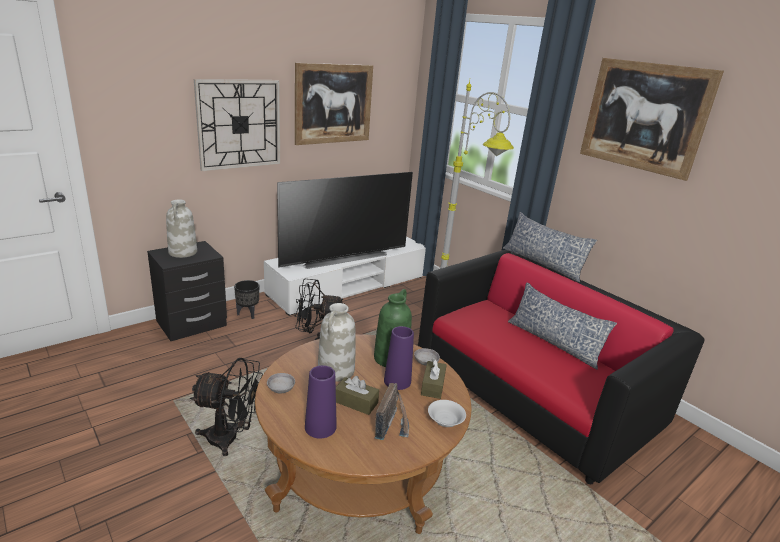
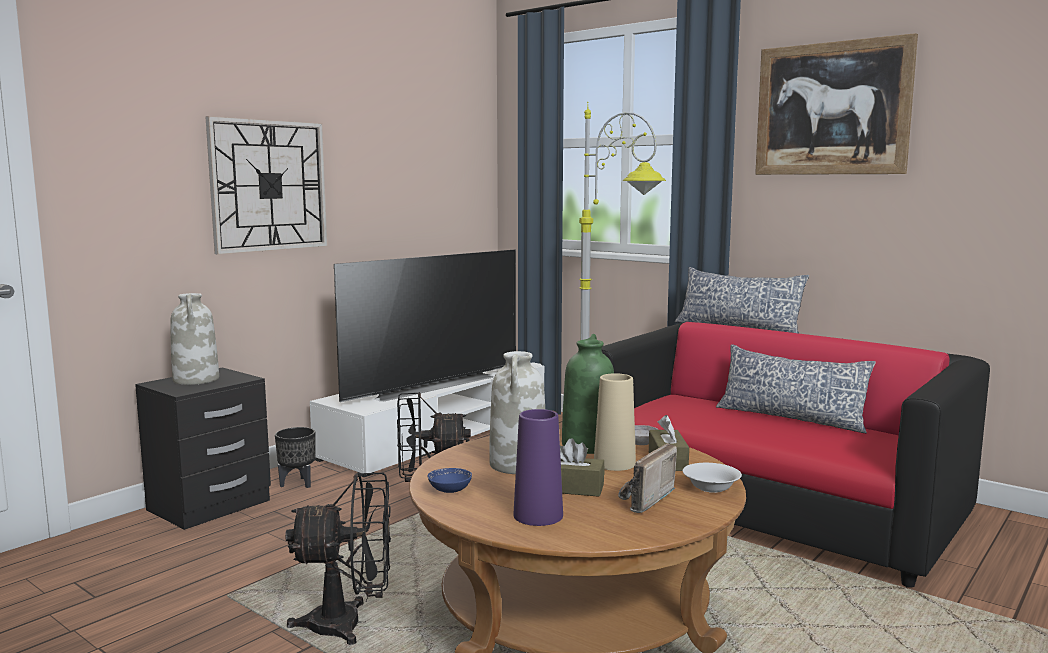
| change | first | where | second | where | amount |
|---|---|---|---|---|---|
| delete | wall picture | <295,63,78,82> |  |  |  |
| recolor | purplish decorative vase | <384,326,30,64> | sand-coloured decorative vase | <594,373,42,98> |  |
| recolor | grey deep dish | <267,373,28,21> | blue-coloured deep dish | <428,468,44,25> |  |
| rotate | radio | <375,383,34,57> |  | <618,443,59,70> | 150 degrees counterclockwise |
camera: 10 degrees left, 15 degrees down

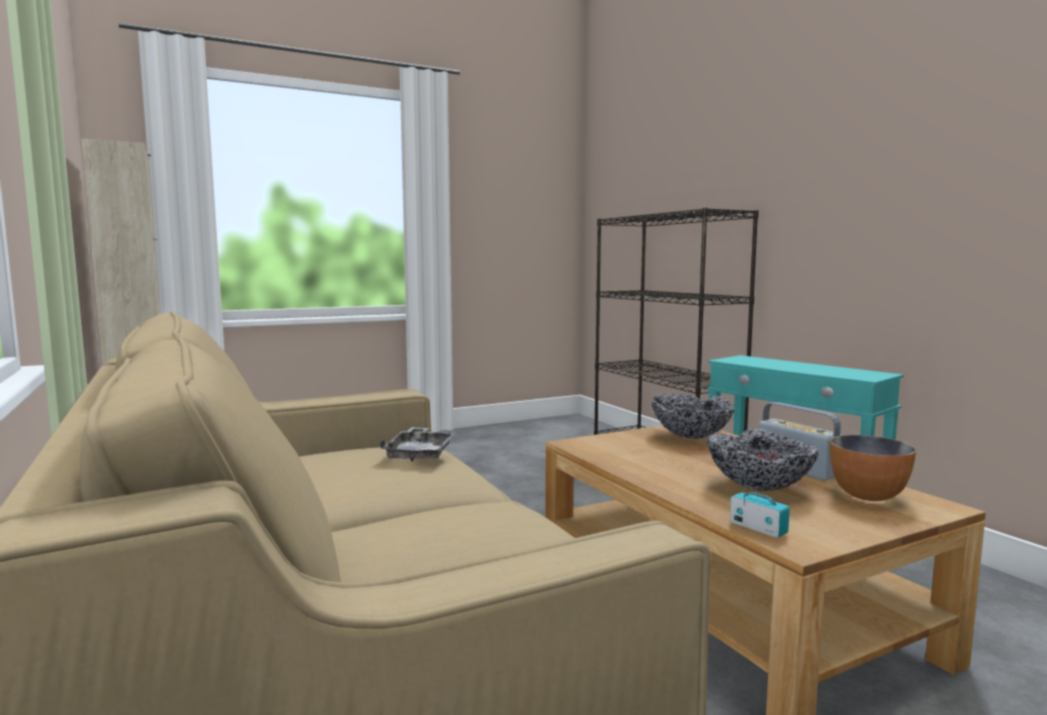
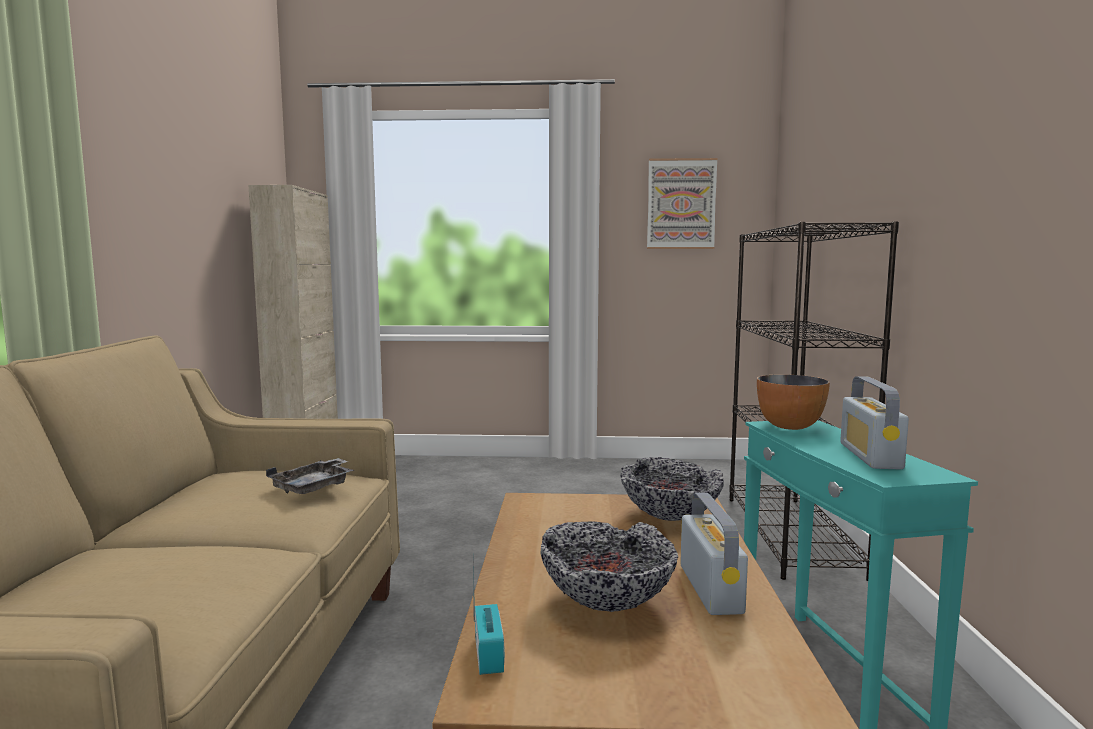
| change | first | where | second | where | amount |
|---|---|---|---|---|---|
| move | deep dish | <830,435,86,66> |  | <757,374,73,56> |  |
| insert |  |  | wall picture | <647,158,71,91> |  |
| insert |  |  | radio | <840,376,69,94> |  |
camera: 30 degrees right, 0 degrees up

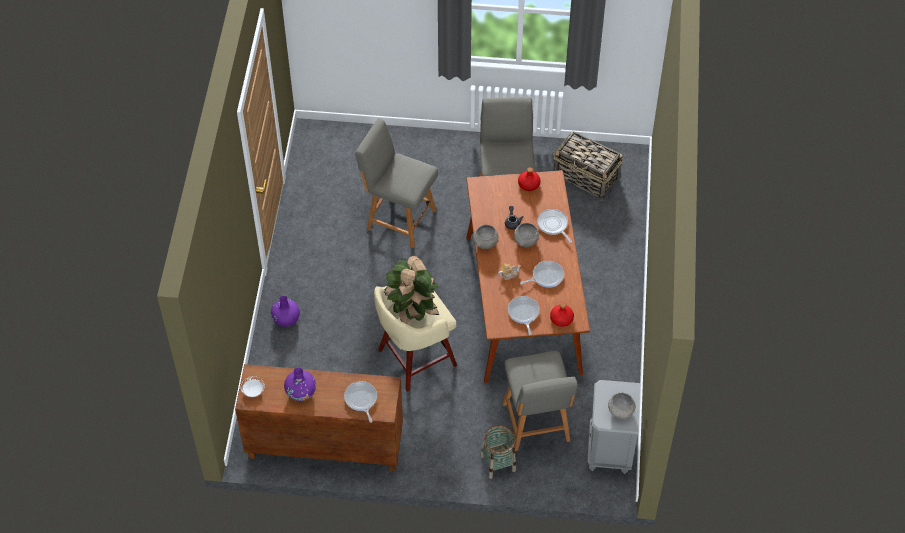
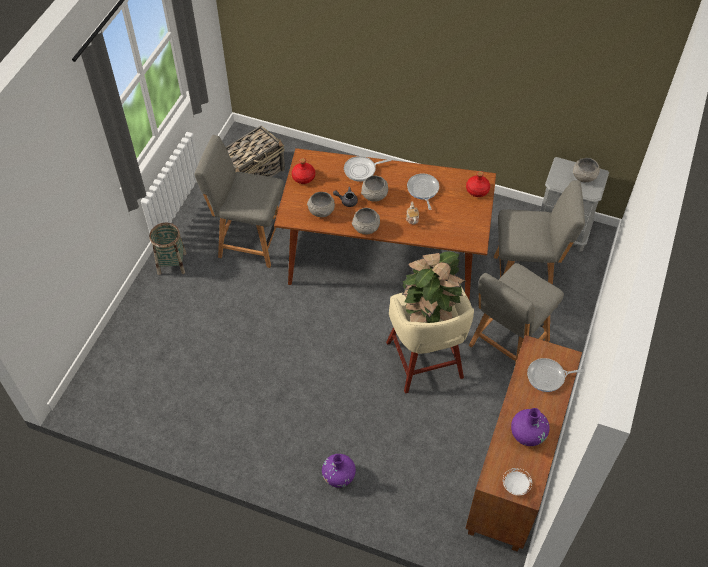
| change | first | where | second | where | amount |
|---|---|---|---|---|---|
| move | grey plain chair | <355,118,83,130> |  | <469,263,95,102> |  |
| delete | pan | <508,296,32,39> |  |  |  |
| move | basket | <481,425,35,54> |  | <149,223,38,52> |  |
| insert |  |  | grey deep dish | <307,192,28,25> |  |
camera: 75 degrees left, 0 degrees up

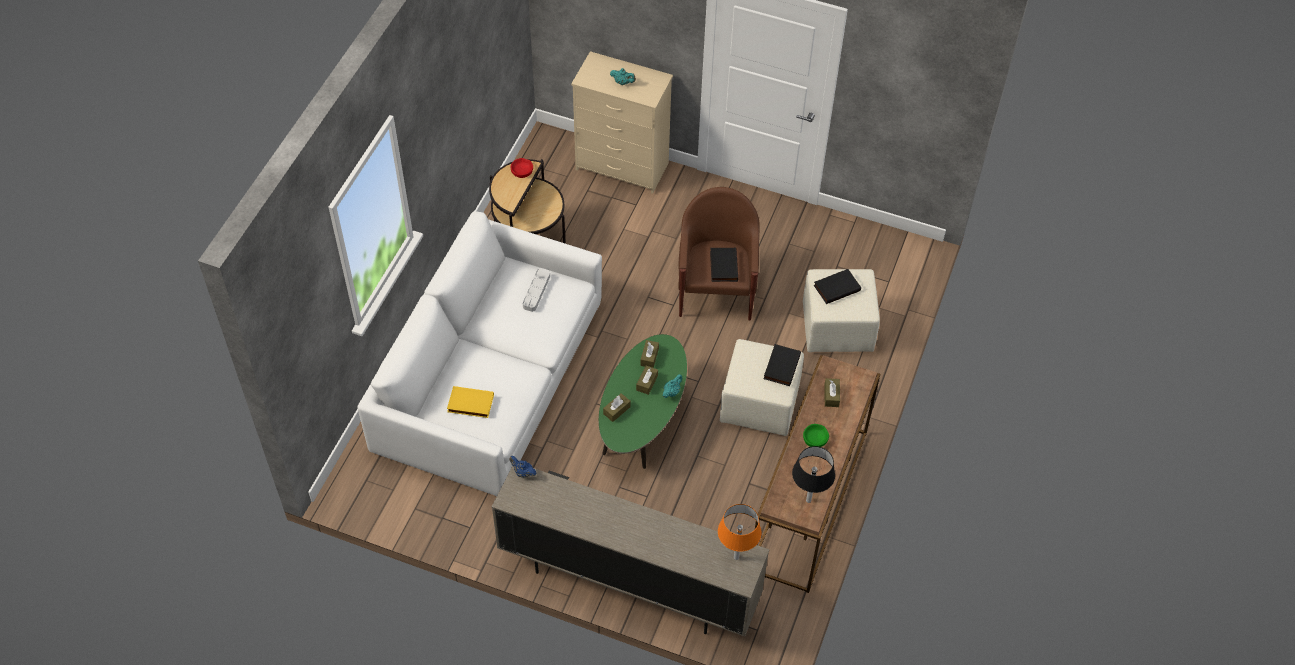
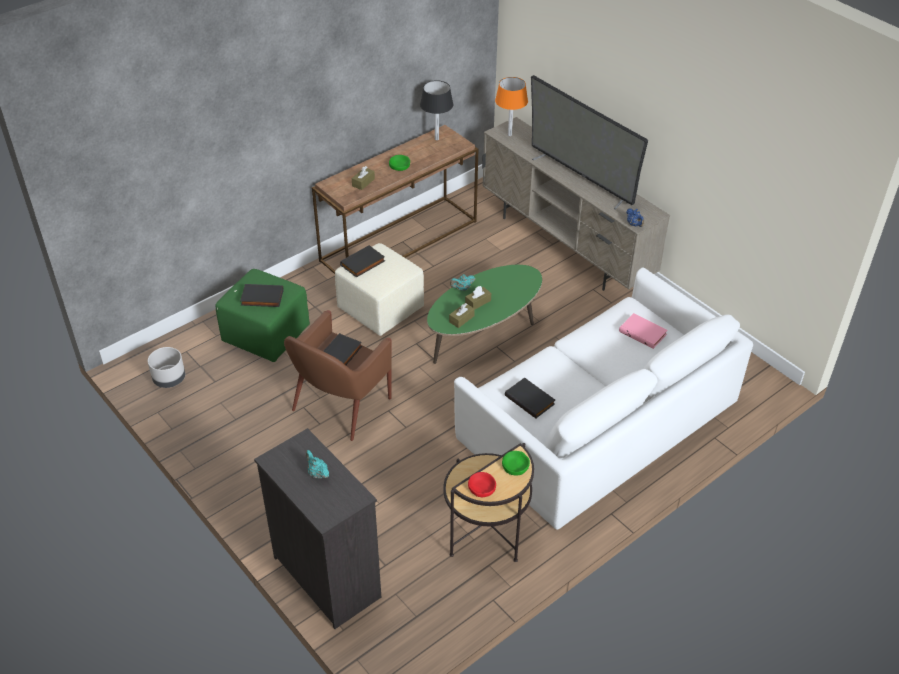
| change | first | where | second | where | amount |
|---|---|---|---|---|---|
| recolor | sand-coloured dresser | <571,51,102,143> | blackish dresser | <254,428,127,201> |  |
| replace | grey carrying tray | <523,268,27,44> | blackish bound book | <505,378,50,40> |  |
| recolor | sand-coloured footrest | <803,269,77,83> | greenish footrest | <215,269,95,93> |  |
| recolor | yellow-coloured bound book | <447,386,47,32> | pink bound book | <619,313,49,36> |  |
| delete | brownish tissue box | <603,393,28,29> |  |  |  |
| insert |  |  | TV set | <531,75,117,135> |  |
| insert |  |  | grey planter | <148,347,37,41> |  |
| insert |  |  | greenish deep dish | <502,451,28,24> |  |
camera: 150 degrees left, 10 degrees down

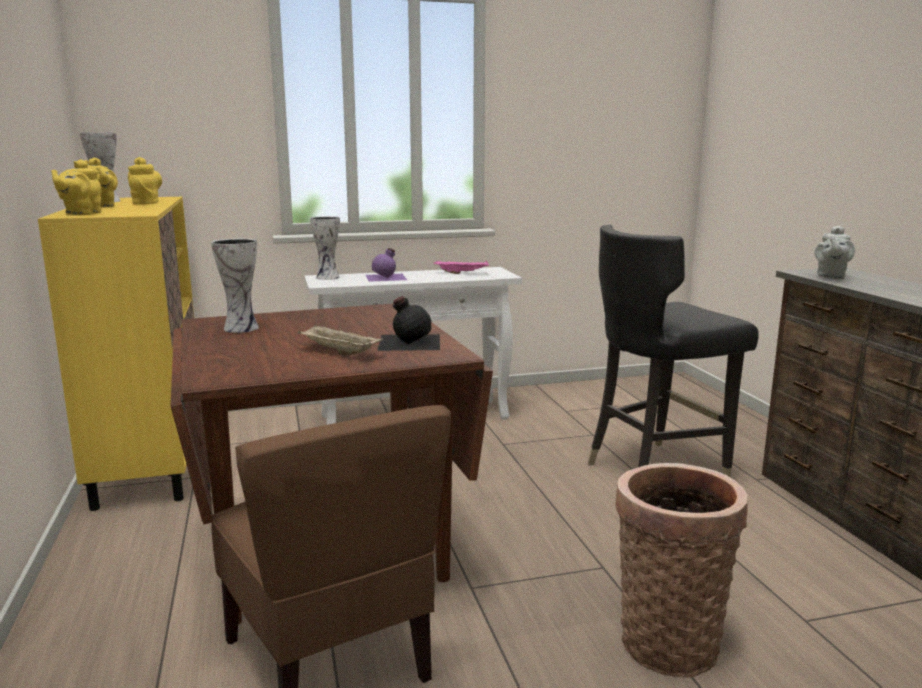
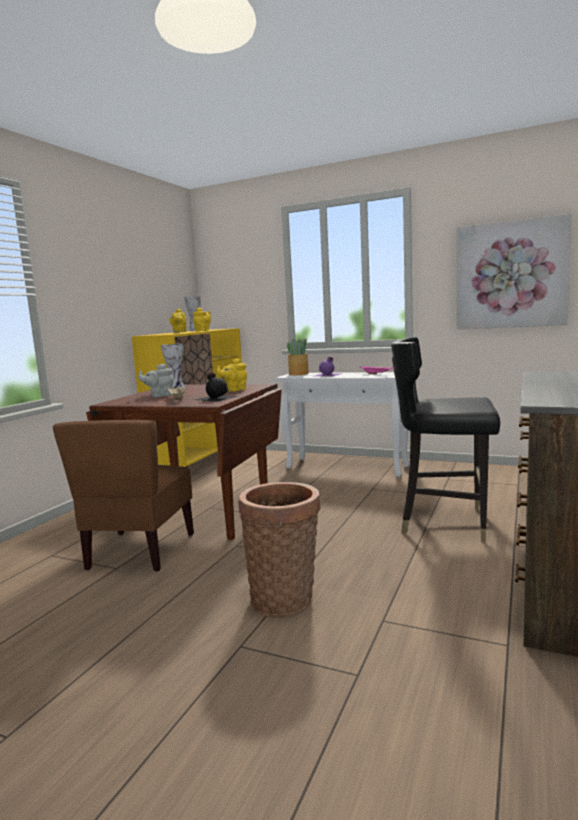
| change | first | where | second | where | amount |
|---|---|---|---|---|---|
| move | yellow-coloured tea pot | <51,159,50,56> |  | <217,358,30,34> |  |
| replace | decorative vase | <310,216,30,64> | potted plant | <286,338,23,37> |  |
| move | grey tea pot | <814,225,41,54> |  | <138,364,36,33> |  |
| insert |  |  | wall picture | <457,214,115,115> |  |
camera: 40 degrees right, 5 degrees down

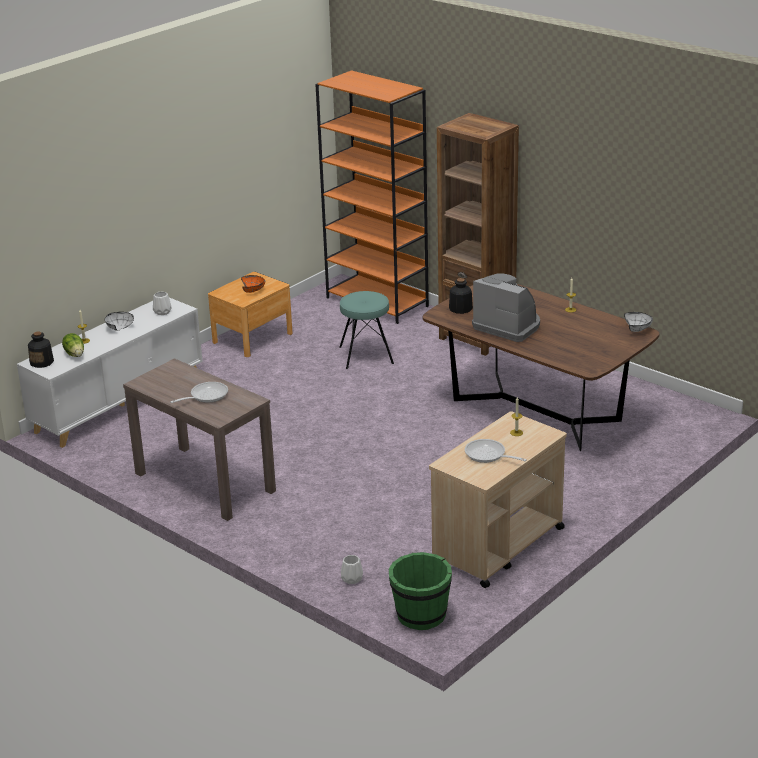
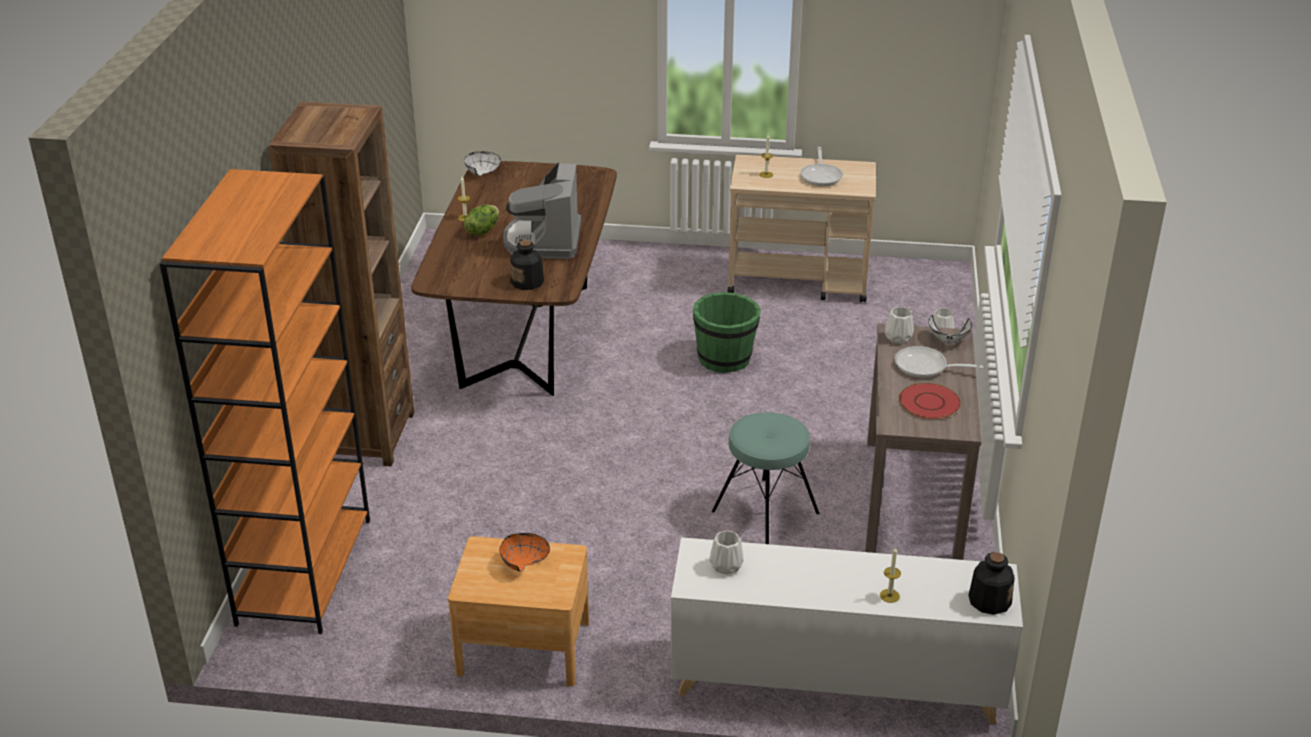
| change | first | where | second | where | amount |
|---|---|---|---|---|---|
| move | turquoise stool seat | <339,291,55,78> |  | <712,412,108,132> |  |
| move | white-coloured deep dish | <105,312,29,19> |  | <928,315,44,29> |  |
| move | lettuce head | <62,333,22,24> |  | <464,204,35,32> |  |
| move | greenish pail | <389,552,63,78> |  | <693,292,68,81> |  |
| insert |  |  | white-coloured decorative vase | <885,307,29,37> |  |
| insert |  |  | red flat dish | <899,383,62,36> |  |
camera: 125 degrees left, 5 degrees up

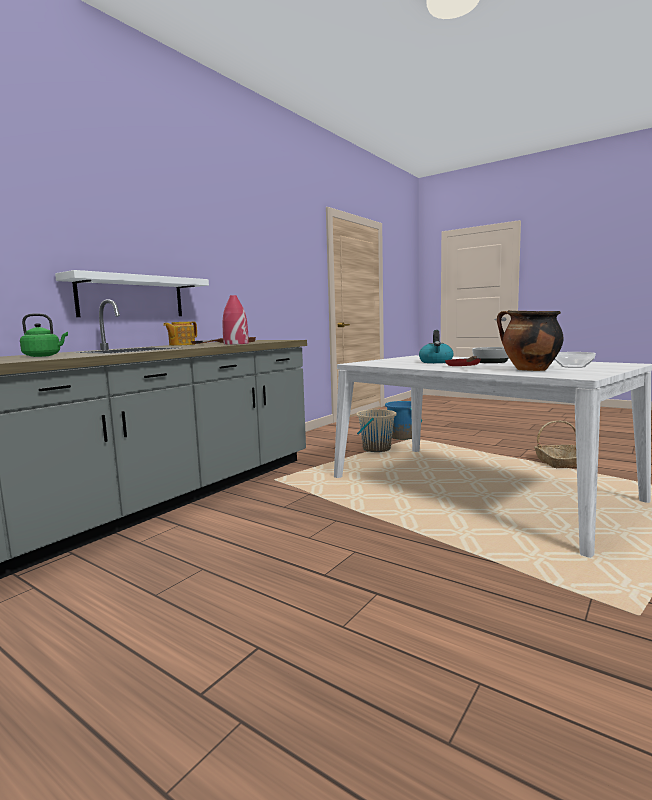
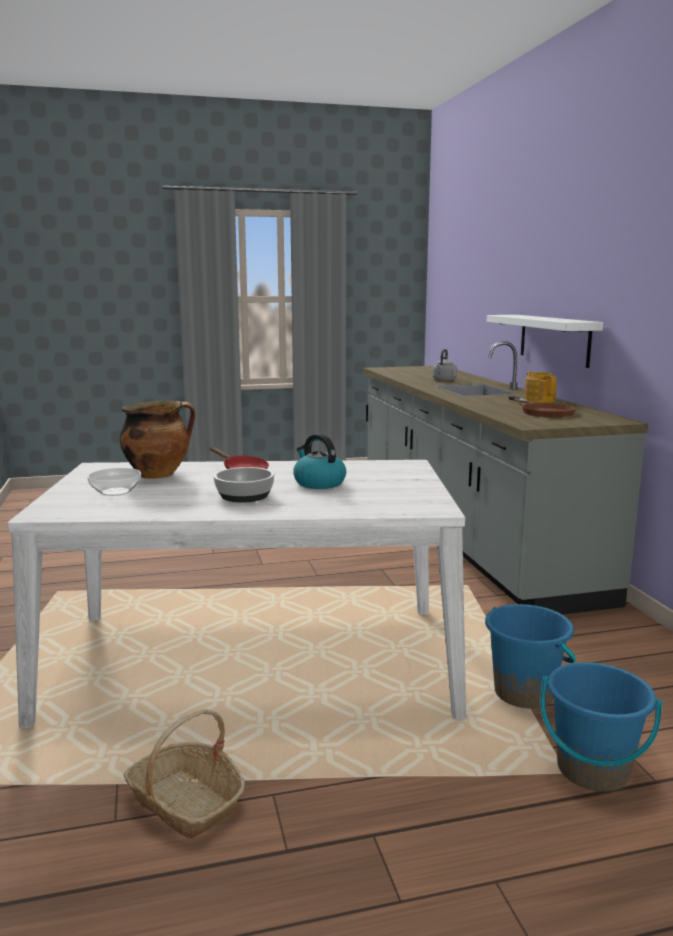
| change | first | where | second | where | amount |
|---|---|---|---|---|---|
| delete | red decorative vase | <223,295,26,50> |  |  |  |
| recolor | greenish water kettle | <20,313,48,44> | grey water kettle | <432,349,25,32> |  |
| recolor | sand-coloured pail | <356,409,41,43> | blue-coloured pail | <485,604,91,105> |  |
camera: 130 degrees right, 5 degrees up

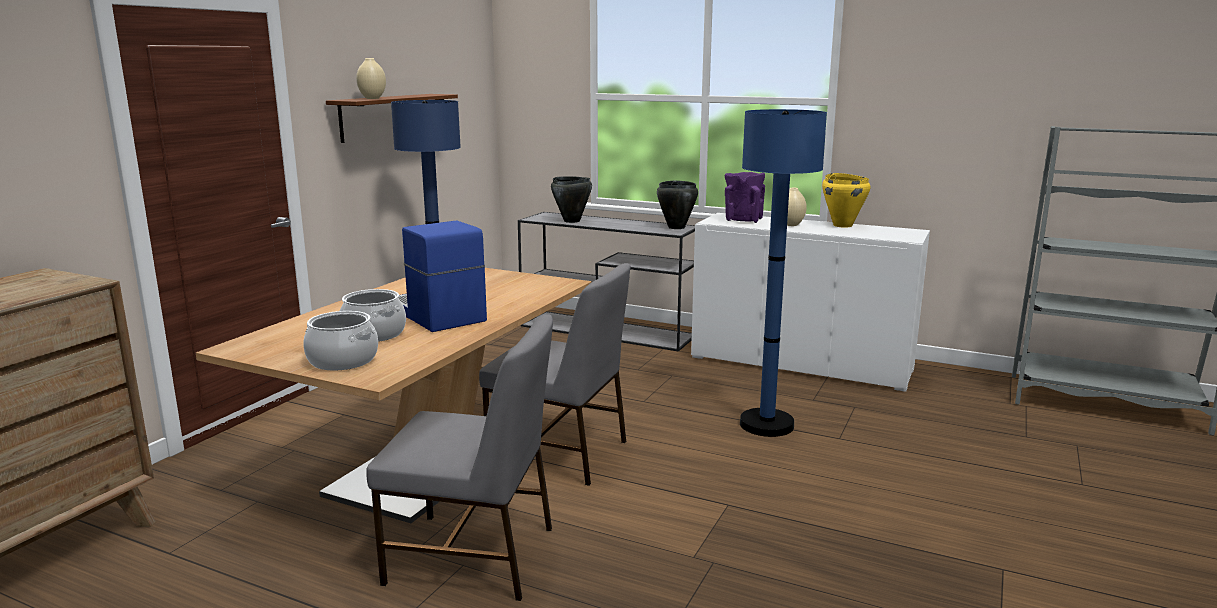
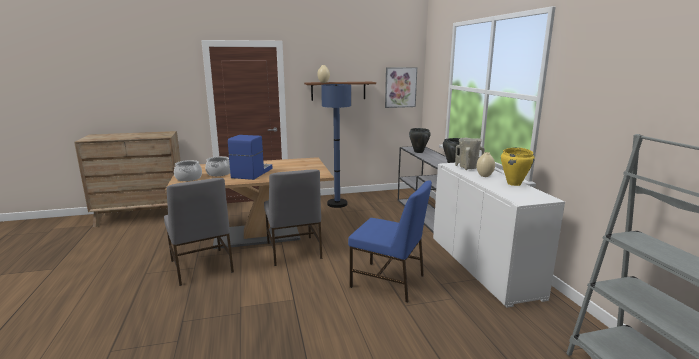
| change | first | where | second | where | amount |
|---|---|---|---|---|---|
| replace | blue-coloured standing lamp | <740,109,87,328> | blue-coloured plain chair | <348,180,84,123> |  |
| recolor | purplish decorative vase | <724,172,41,51> | sand-coloured decorative vase | <455,137,30,33> |  |
| insert |  |  | wall picture | <385,67,32,41> |  |
camera: 50 degrees right, 0 degrees up

